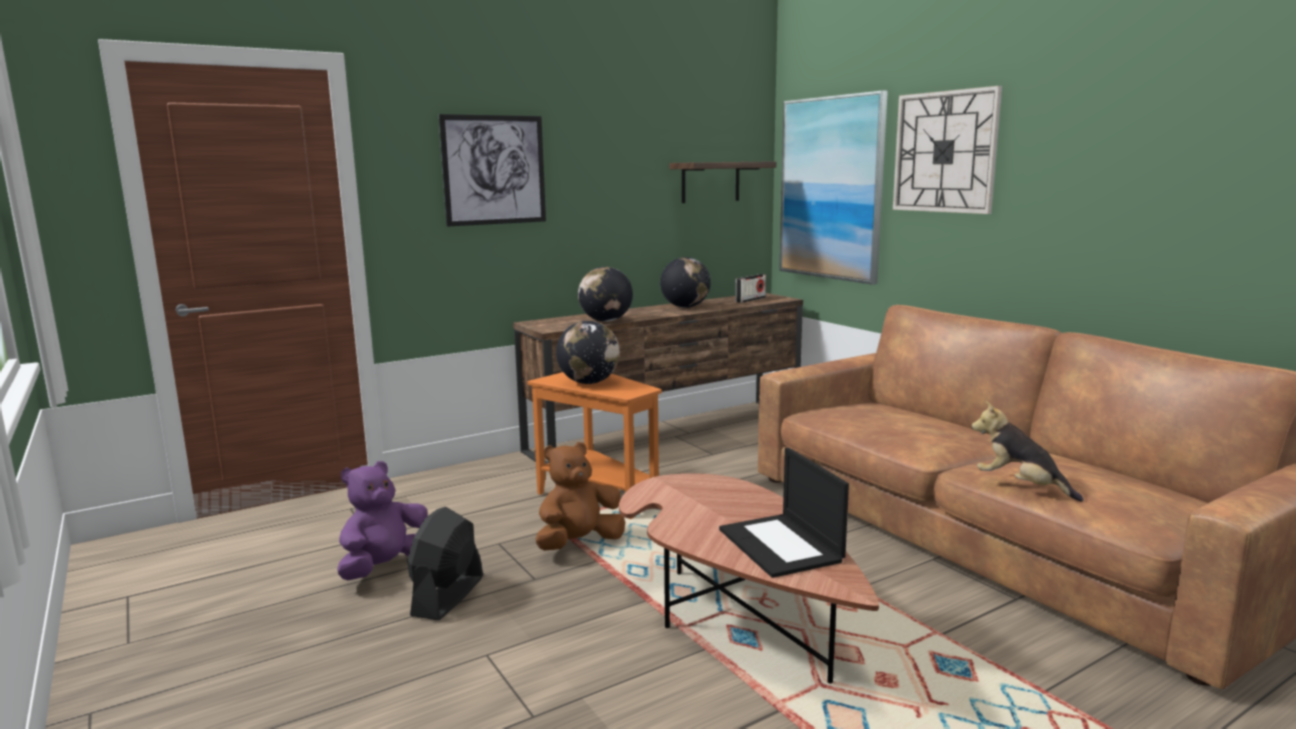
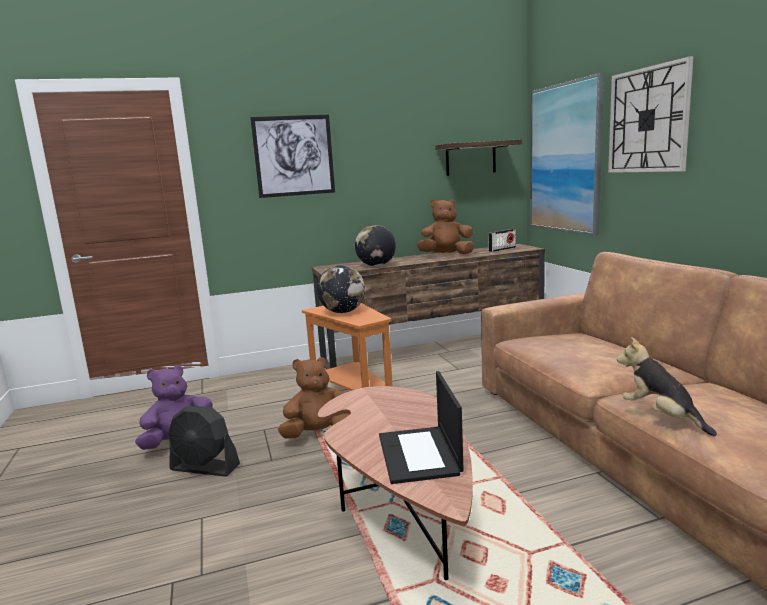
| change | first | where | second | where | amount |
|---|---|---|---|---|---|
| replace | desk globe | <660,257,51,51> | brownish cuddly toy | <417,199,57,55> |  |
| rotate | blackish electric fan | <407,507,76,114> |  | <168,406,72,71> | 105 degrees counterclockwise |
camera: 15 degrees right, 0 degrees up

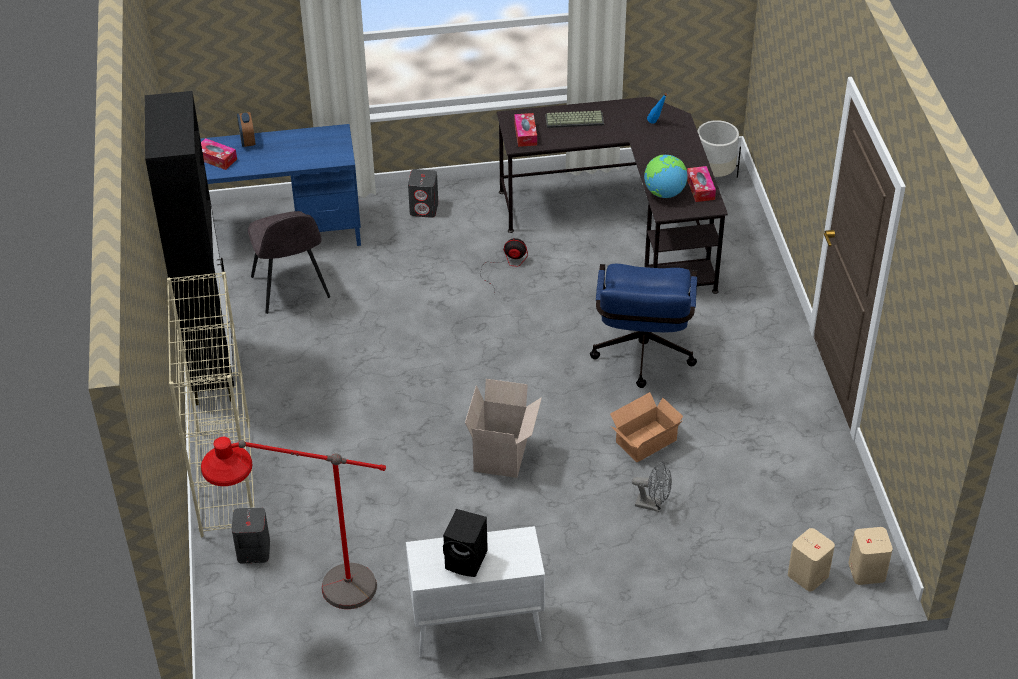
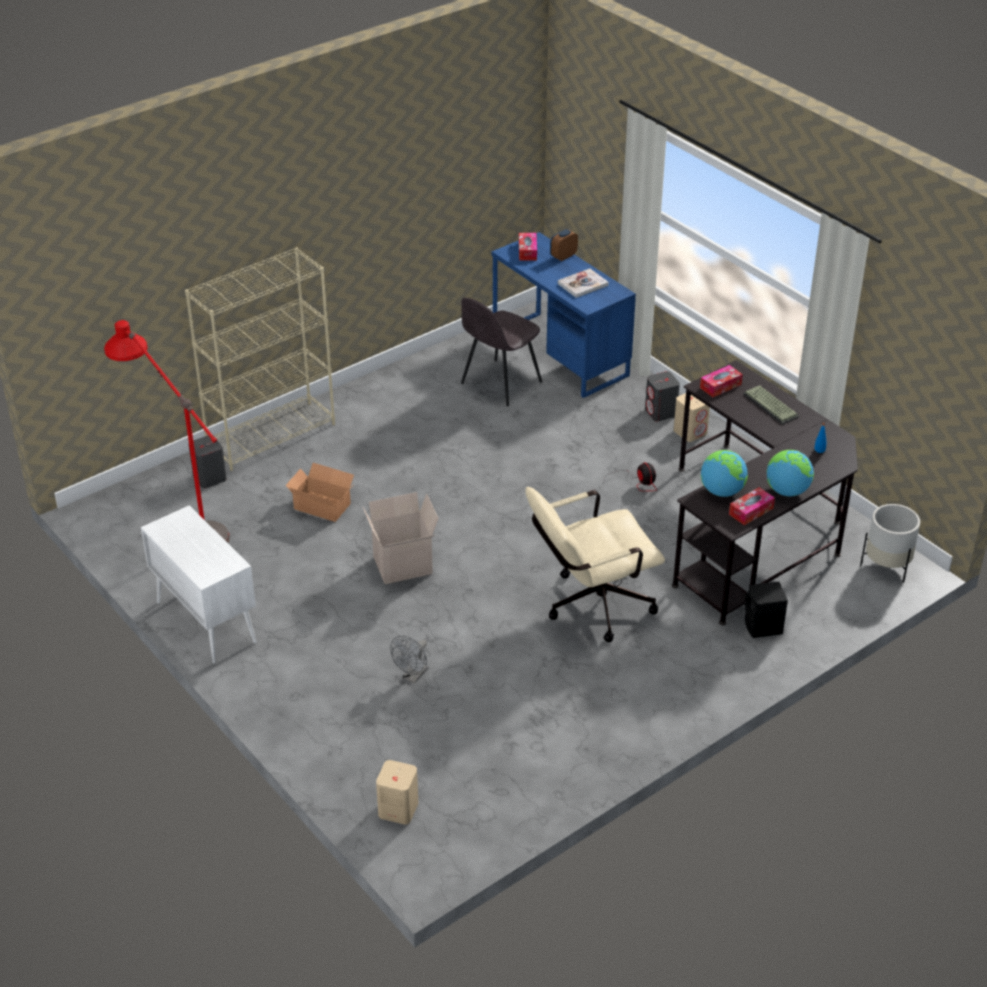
| change | first | where | second | where | amount |
|---|---|---|---|---|---|
| delete | blackish cabinet | <145,91,89,314> |  |  |  |
| recolor | blue-coloured office chair | <590,264,107,124> | sand-coloured office chair | <525,487,140,155> |  |
| move | packing box | <610,392,73,70> |  | <286,463,68,59> |  |
| rotate | grey electric fan | <632,462,40,50> |  | <390,636,39,48> | 45 degrees clockwise |
| move | blackish speaker | <443,509,45,68> |  | <745,581,43,57> |  |
| move | sand-coloured speaker | <848,527,45,58> |  | <674,393,36,49> |  |
| insert |  |  | bound book | <558,269,51,29> |  |
| insert |  |  | desk globe | <766,450,48,46> |  |
camera: 60 degrees right, 5 degrees down

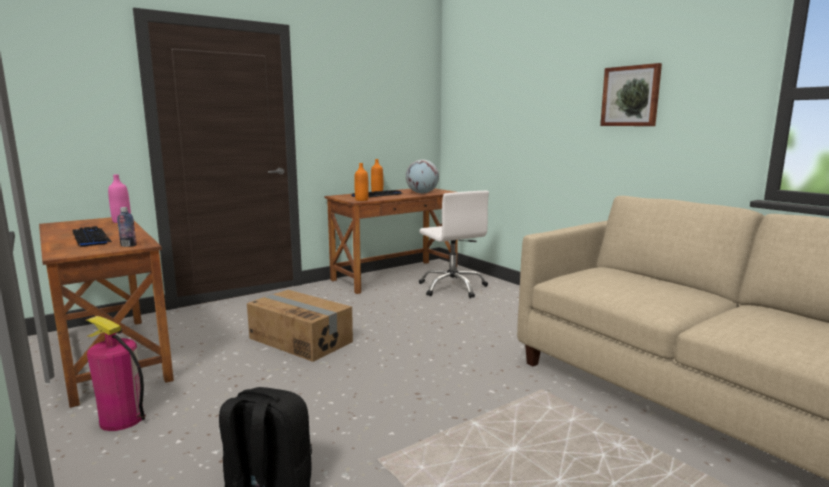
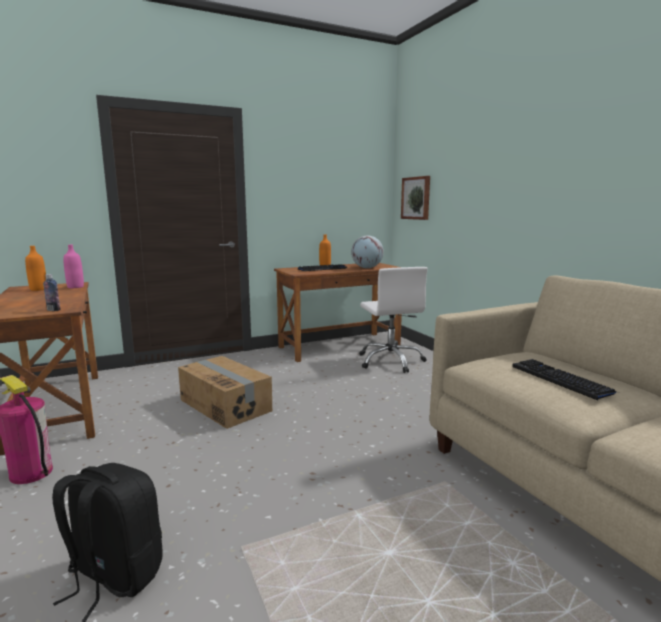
| change | first | where | second | where | amount |
|---|---|---|---|---|---|
| move | wall picture | <600,63,62,63> |  | <401,176,29,44> |  |
| move | orangey drink bottle | <354,163,15,38> |  | <25,246,21,45> |  |
| move | PC keyboard | <73,226,39,21> |  | <512,359,107,41> |  |
camera: 10 degrees right, 0 degrees up

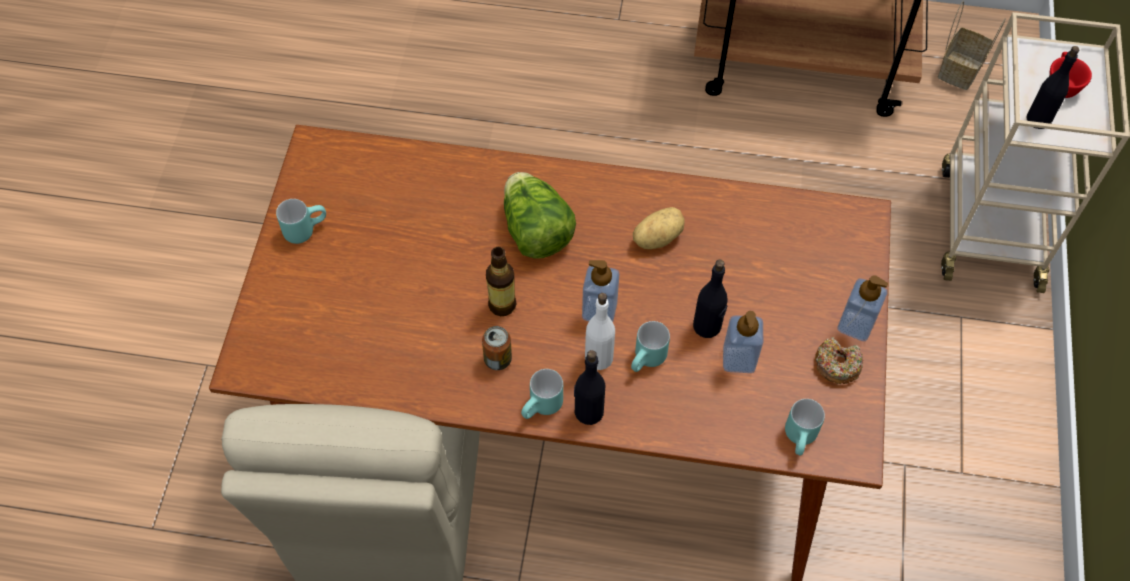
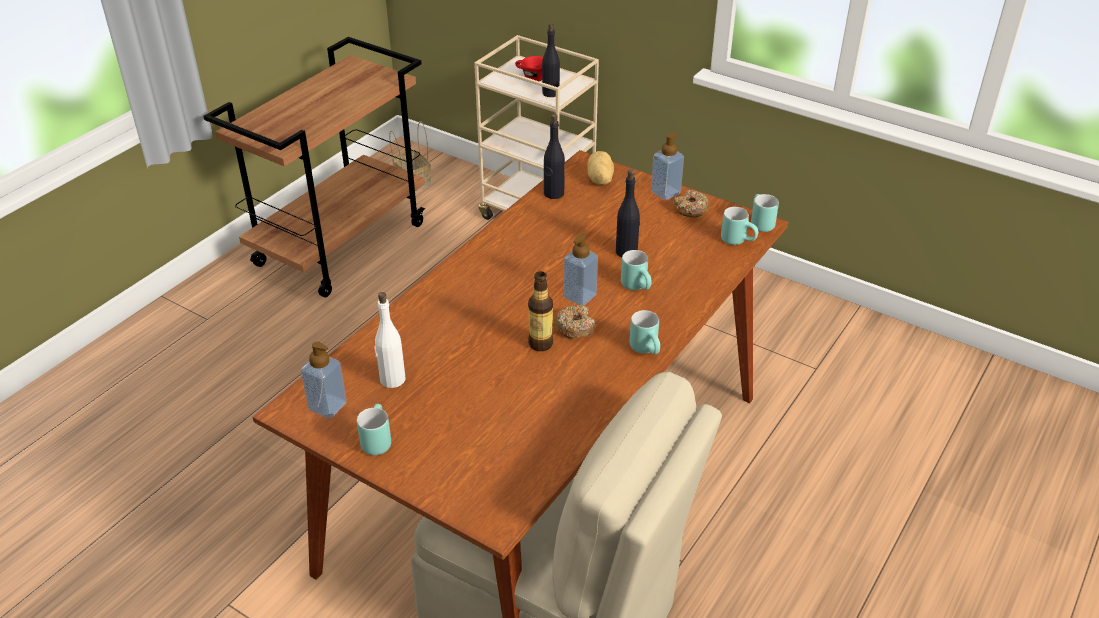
| change | first | where | second | where | amount |
|---|---|---|---|---|---|
| delete | lettuce head | <504,172,72,87> |  |  |  |
| move | spud | <633,207,52,42> |  | <587,151,27,34> |  |
| move | white-coloured drink bottle | <585,293,30,77> |  | <374,292,32,96> |  |
| move | soap dispenser | <723,311,40,62> |  | <301,341,46,78> |  |
| delete | can | <482,326,30,44> |  |  |  |
| move | blackish drink bottle | <574,350,32,75> |  | <544,114,21,85> |  |
| insert |  |  | turquoise mug | <751,194,28,38> |  |
| insert |  |  | donut | <555,305,40,34> |  |
camera: 65 degrees left, 20 degrees down

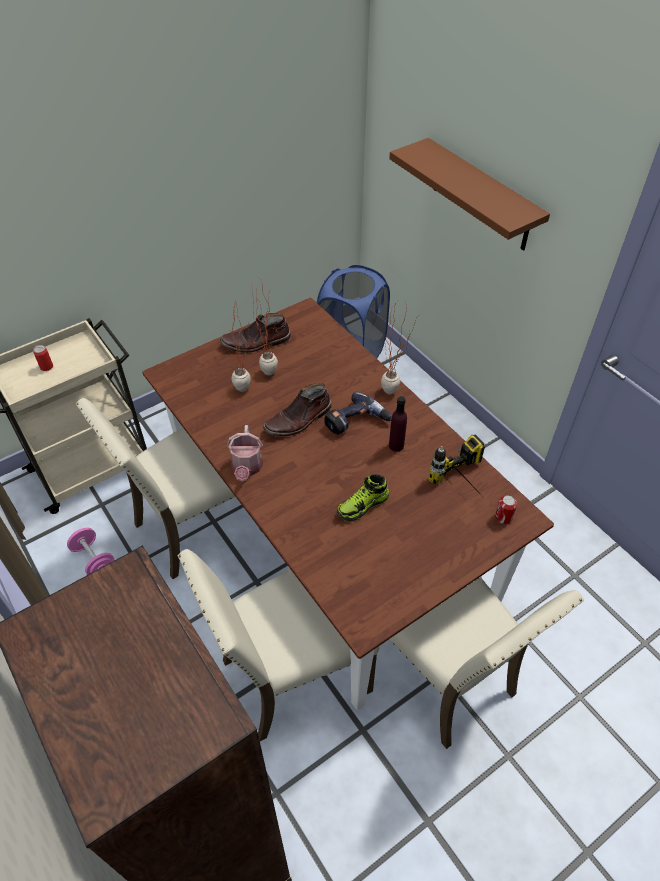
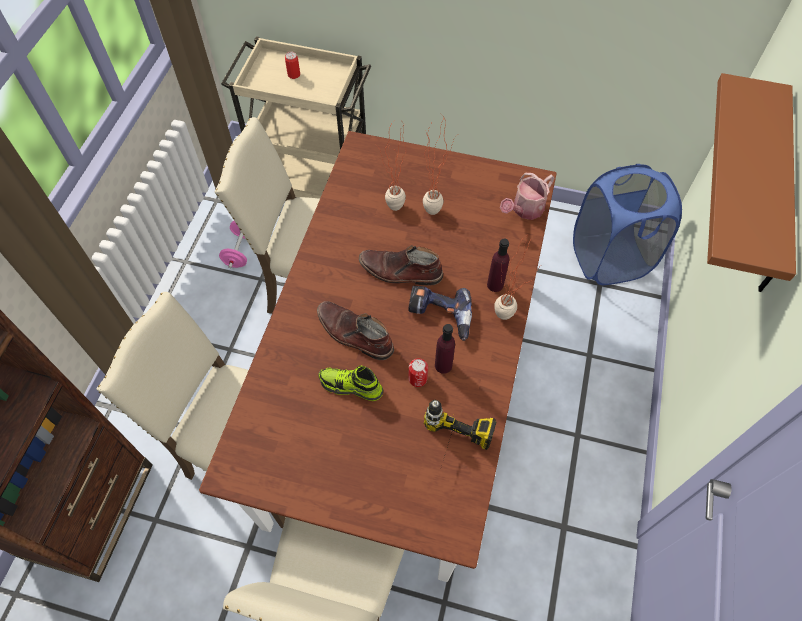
| change | first | where | second | where | amount |
|---|---|---|---|---|---|
| move | brownish high-top boot | <220,313,71,40> |  | <317,301,77,59> |  |
| move | watering can | <227,425,36,57> |  | <500,173,55,47> |  |
| move | can | <495,495,22,29> |  | <408,358,20,29> |  |
| insert |  |  | purplish drink bottle | <487,239,22,53> |  |
camera: 50 degrees right, 10 degrees up

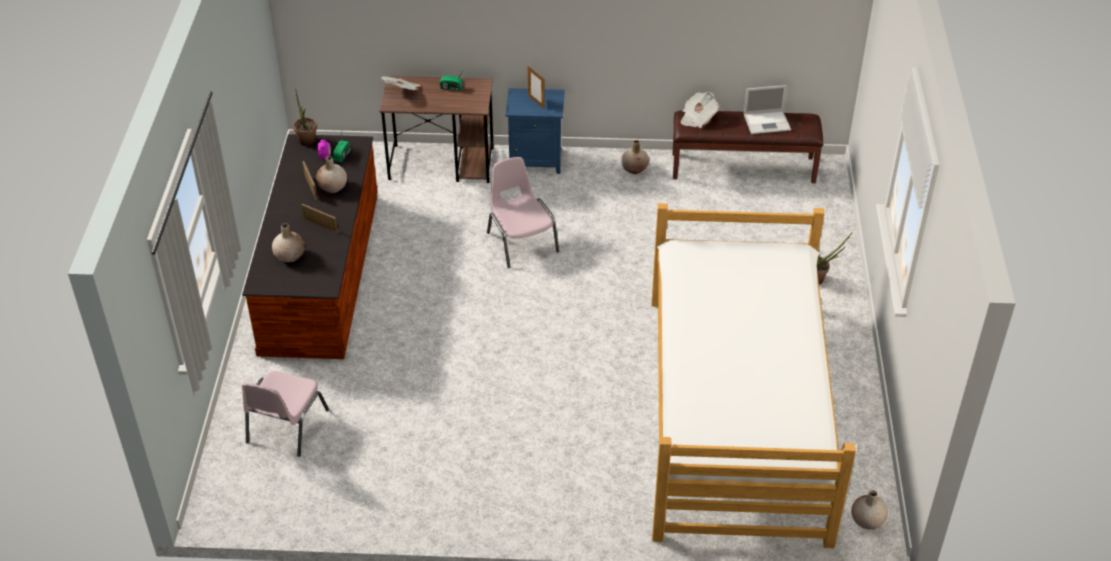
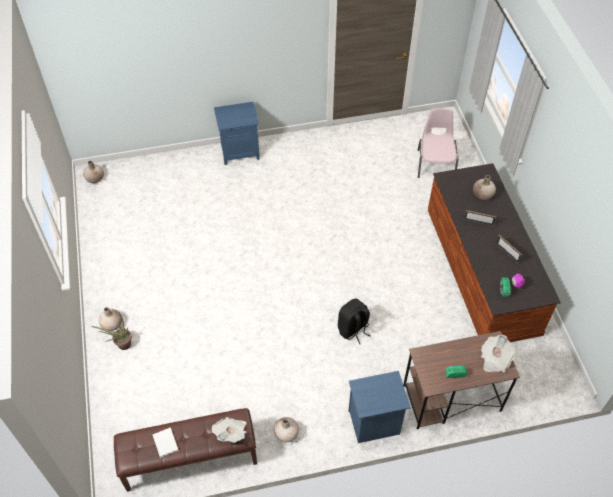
| change | first | where | second | where | amount |
|---|---|---|---|---|---|
| delete | standing frame | <528,66,17,43> |  |  |  |
| replace | notebook computer | <744,85,47,49> | white-coloured bound book | <152,427,27,31> |  |
| delete | potted plant | <293,89,24,57> |  |  |  |
| move | sand-coloured decorative vase | <316,156,31,37> |  | <99,307,23,24> |  |
| replace | pink plain chair | <487,157,72,111> | blackish backpack | <338,299,32,45> |  |
| delete | sleeping bed | <652,203,204,345> |  |  |  |
| insert |  |  | blue-coloured night table | <214,102,46,63> |  |
camera: 165 degrees right, 10 degrees up

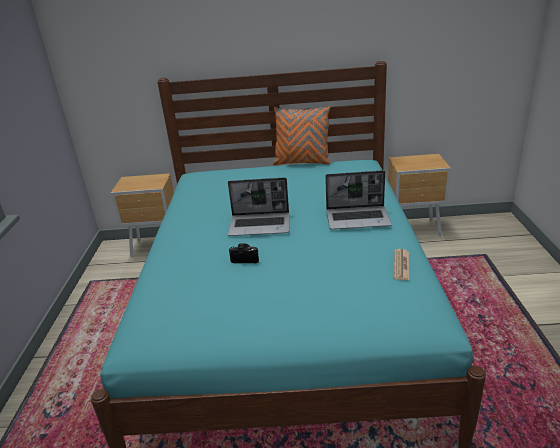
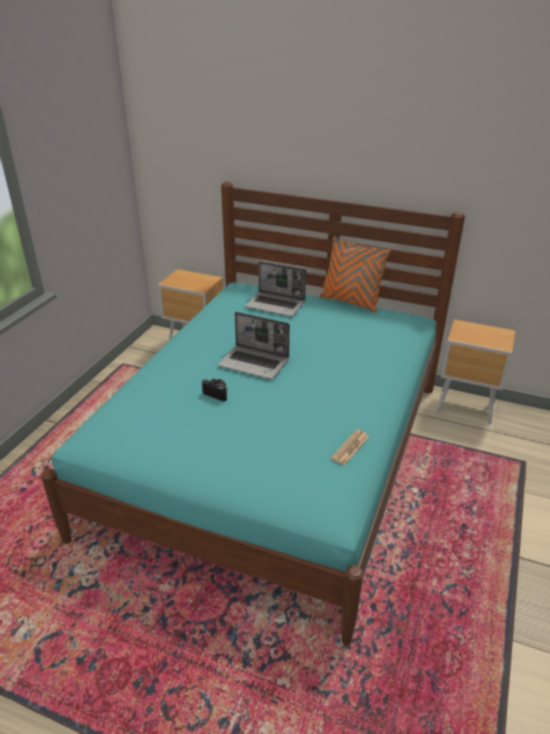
| change | first | where | second | where | amount |
|---|---|---|---|---|---|
| move | notebook computer | <325,170,67,59> |  | <245,261,61,55> |  |
camera: 20 degrees right, 5 degrees up

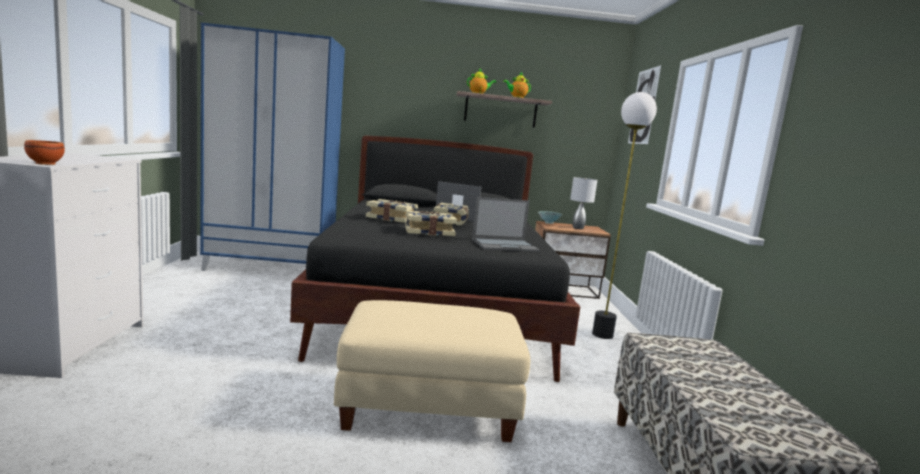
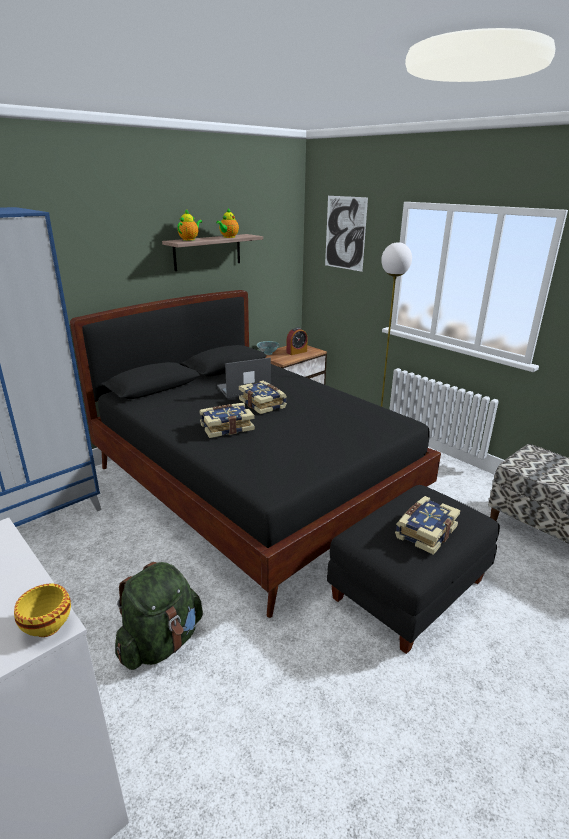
| change | first | where | second | where | amount |
|---|---|---|---|---|---|
| recolor | brownish deep dish | <24,140,41,25> | yellow-coloured deep dish | <14,584,57,53> |  |
| replace | grey table lamp | <570,177,27,52> | table clock | <286,327,22,28> |  |
| delete | notebook computer | <472,197,68,55> |  |  |  |
| move | bound book | <405,211,52,25> |  | <395,496,65,59> |  |
| recolor | sand-coloured footrest | <334,300,196,142> | blackish footrest | <327,485,173,169> |  |
| insert |  |  | greenish backpack | <115,562,88,108> |  |
camera: 40 degrees left, 15 degrees up

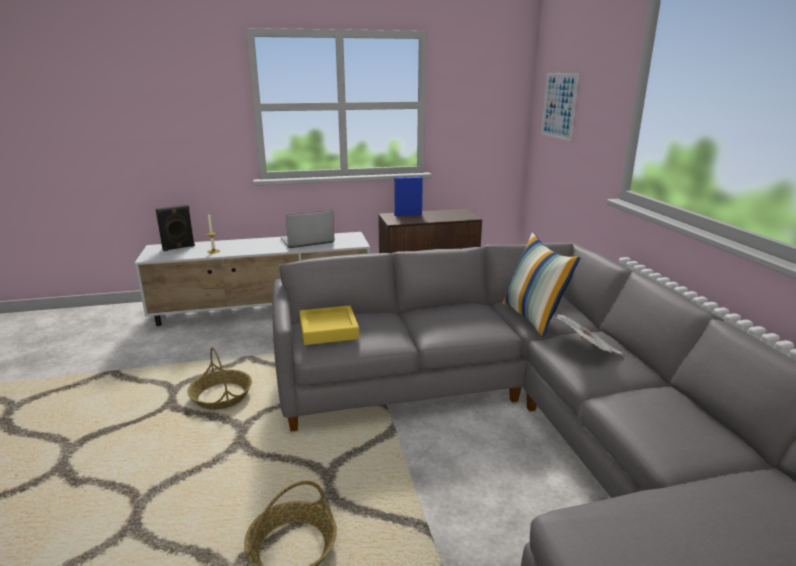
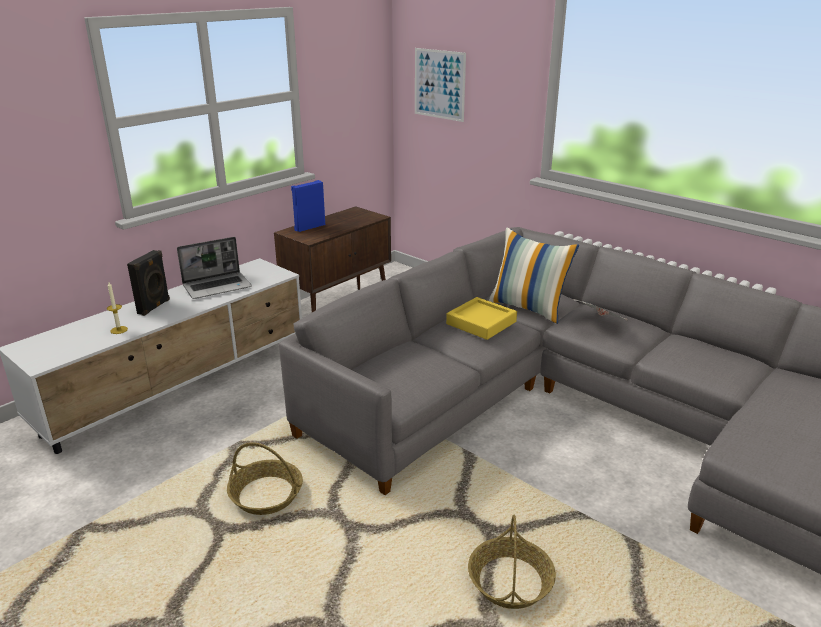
| change | first | where | second | where | amount |
|---|---|---|---|---|---|
| move | blackish speaker | <156,205,39,46> |  | <127,250,43,66> |  |
| rotate | notebook computer | <281,210,53,38> |  | <177,237,75,62> | 150 degrees counterclockwise |
| move | yellow-coloured carrying tray | <299,305,61,40> |  | <446,297,71,43> |  |
camera: 35 degrees left, 5 degrees up

